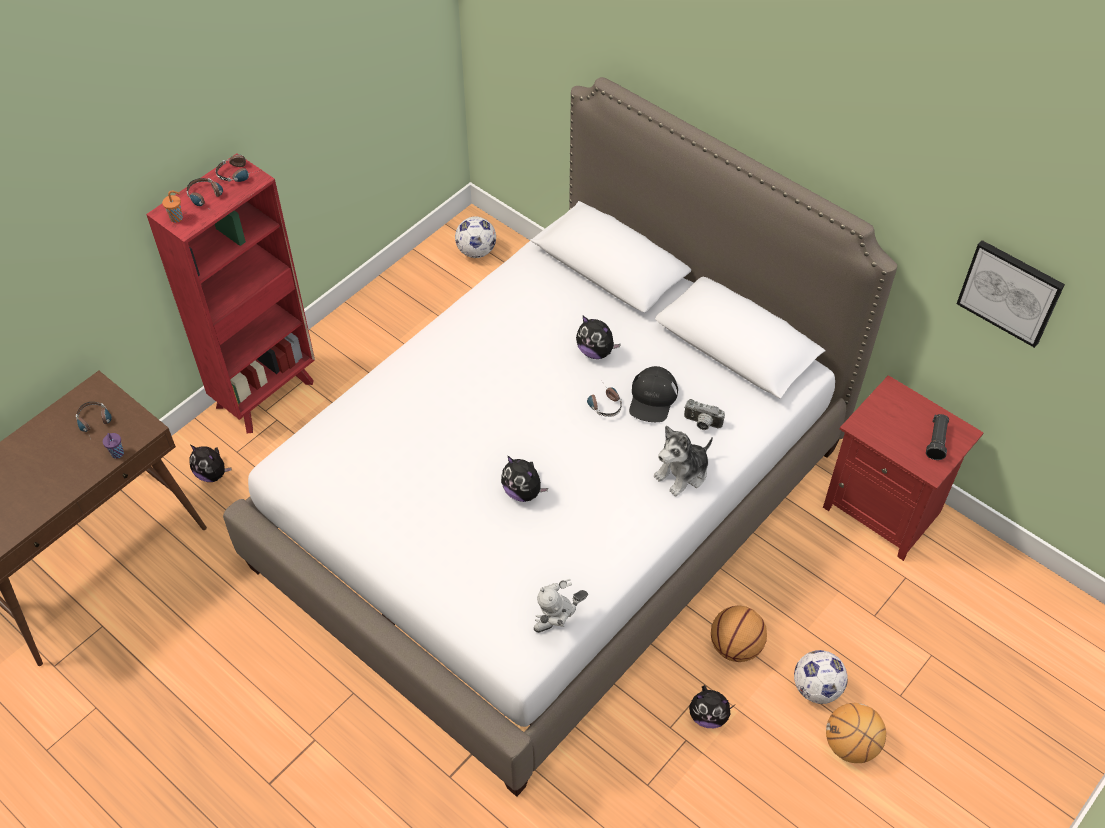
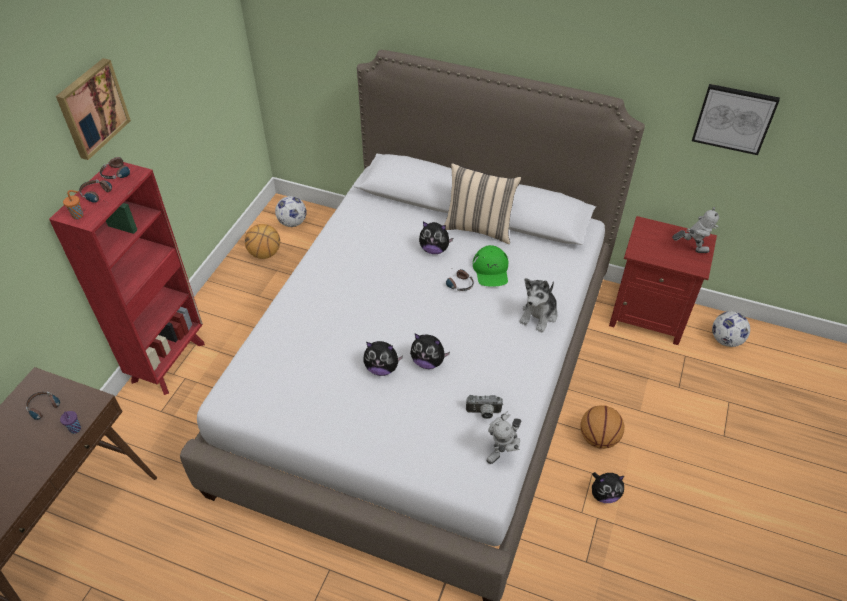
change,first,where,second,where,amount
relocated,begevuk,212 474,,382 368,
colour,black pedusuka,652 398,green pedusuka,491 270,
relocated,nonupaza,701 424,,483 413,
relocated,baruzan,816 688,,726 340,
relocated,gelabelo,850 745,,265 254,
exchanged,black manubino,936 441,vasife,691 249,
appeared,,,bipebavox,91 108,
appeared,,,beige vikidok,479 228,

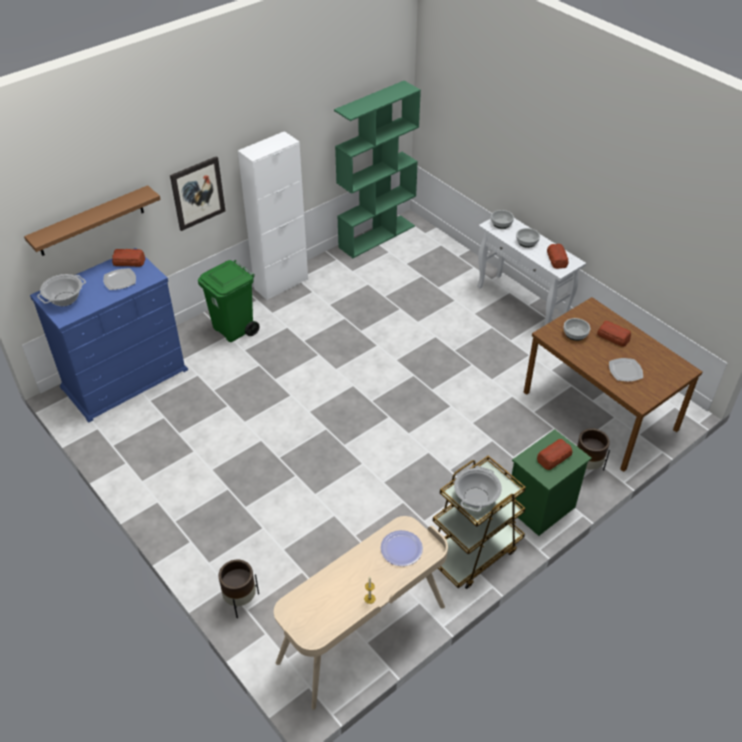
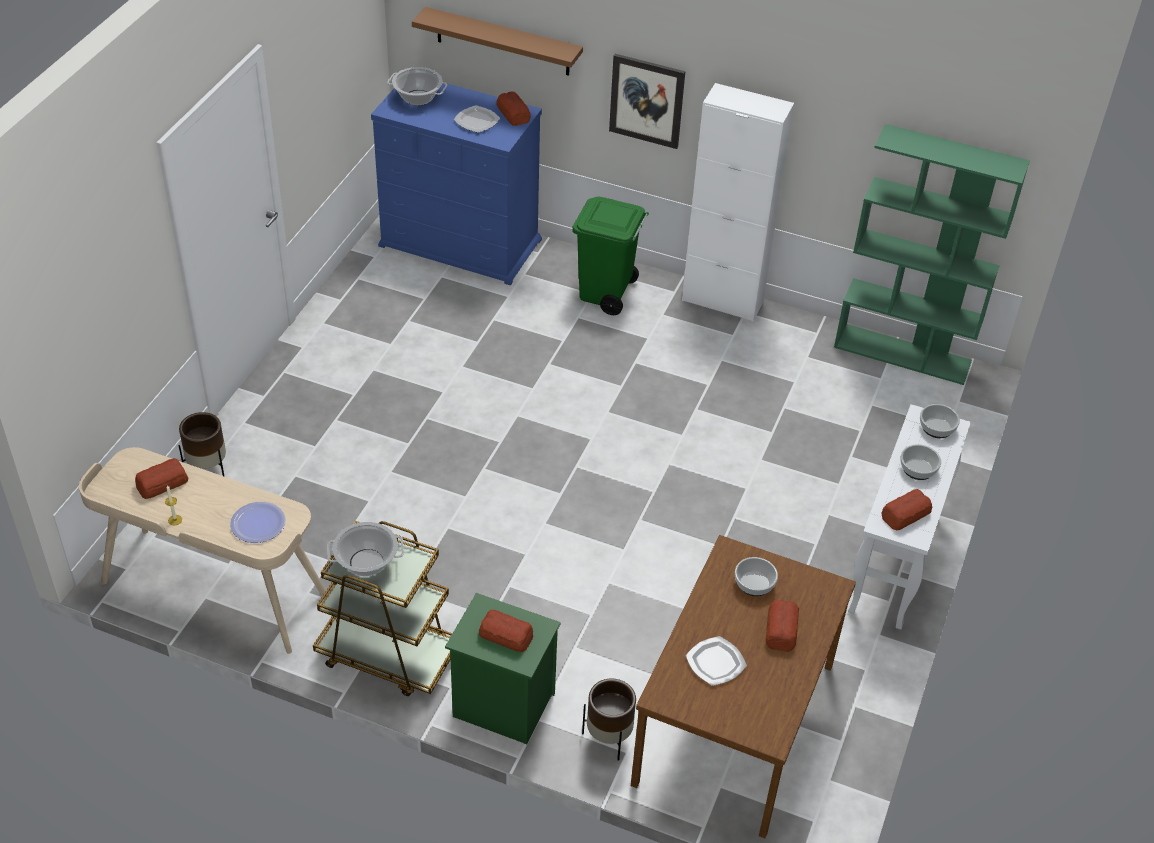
change,first,where,second,where,amount
appeared,,,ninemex,161 483,

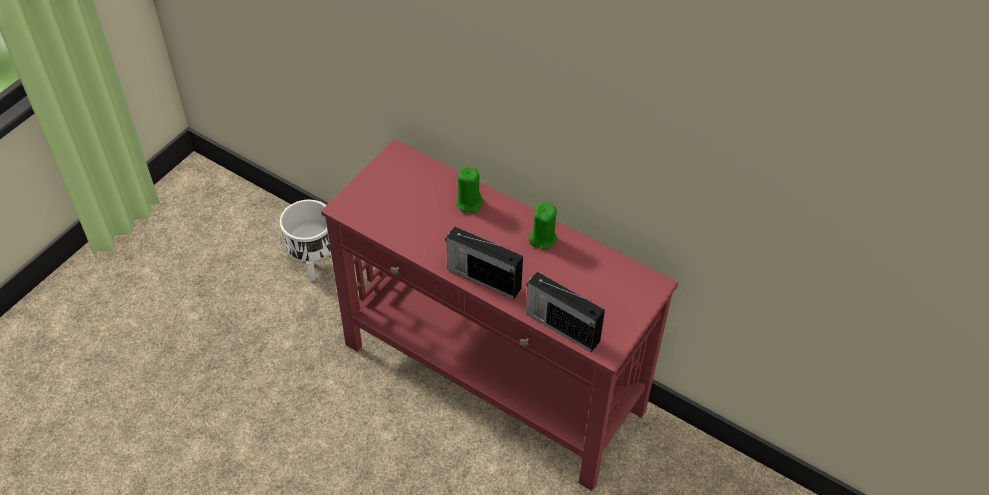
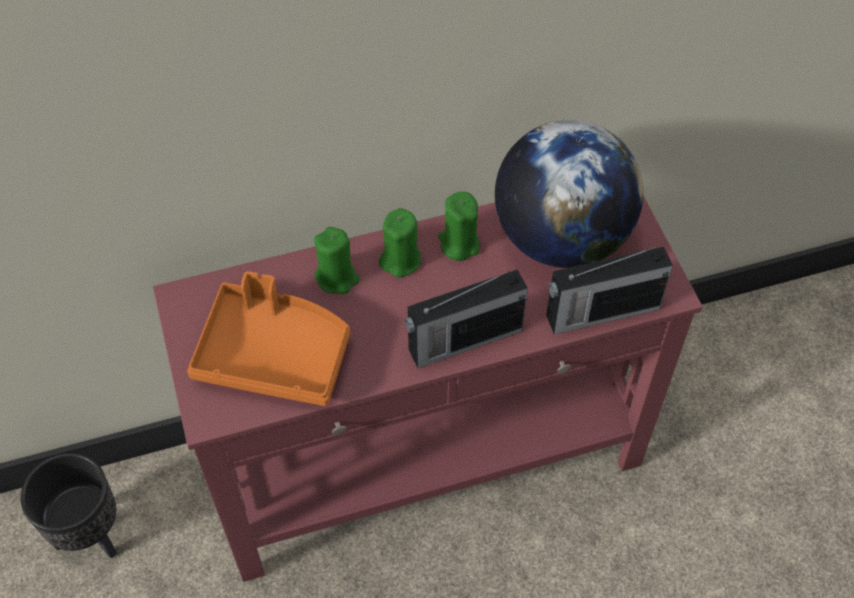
change,first,where,second,where,amount
colour,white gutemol,314 263,black gutemol,91 536,
appeared,,,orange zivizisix,274 354,
appeared,,,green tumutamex,400 260,
appeared,,,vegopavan,561 239,

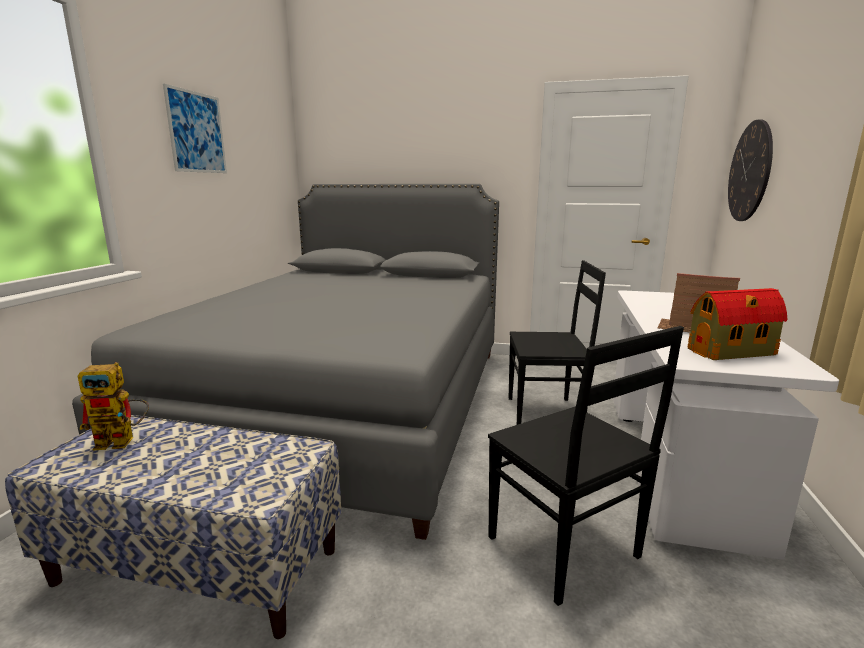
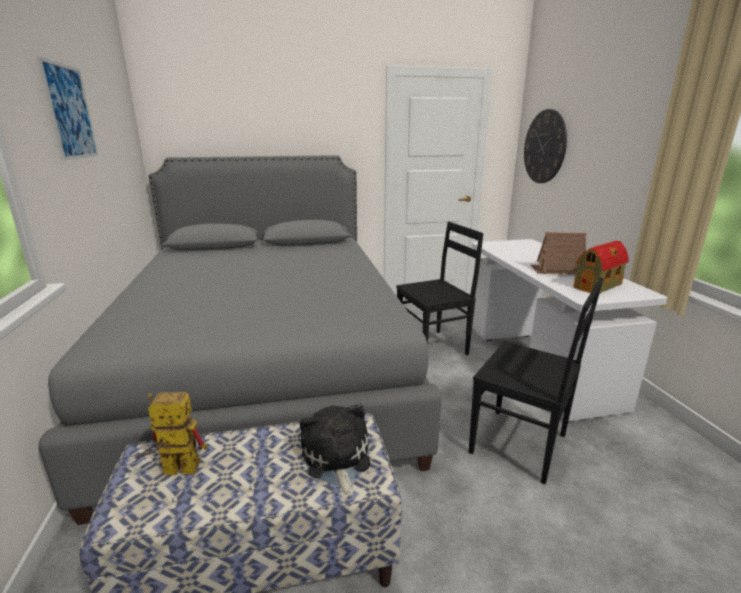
change,first,where,second,where,amount
spun,vasife,123 441,,173 470,150 degrees counterclockwise
appeared,,,begevuk,336 460,

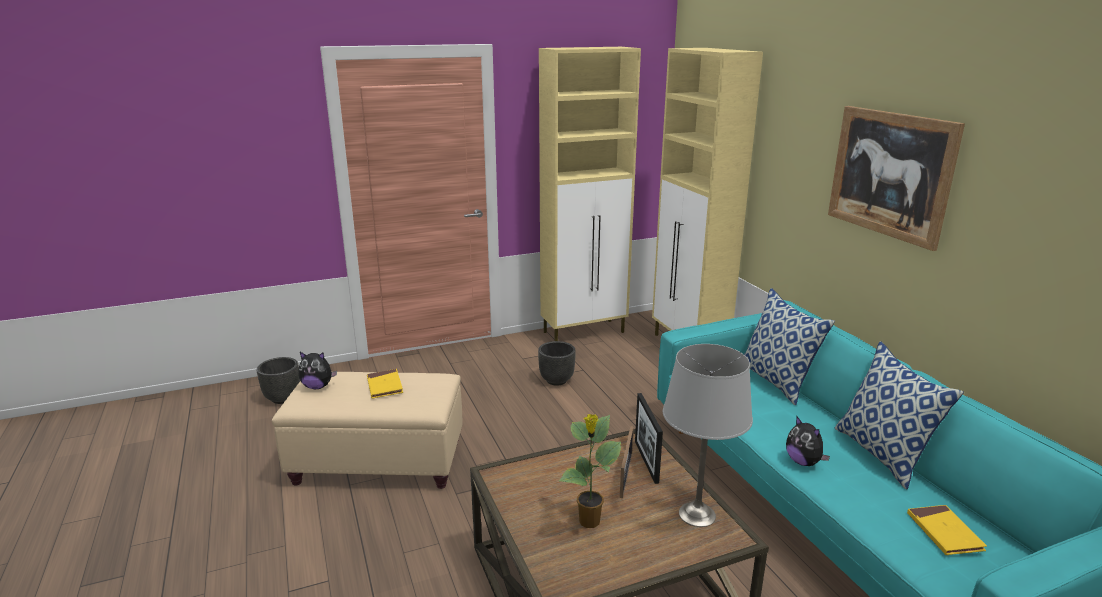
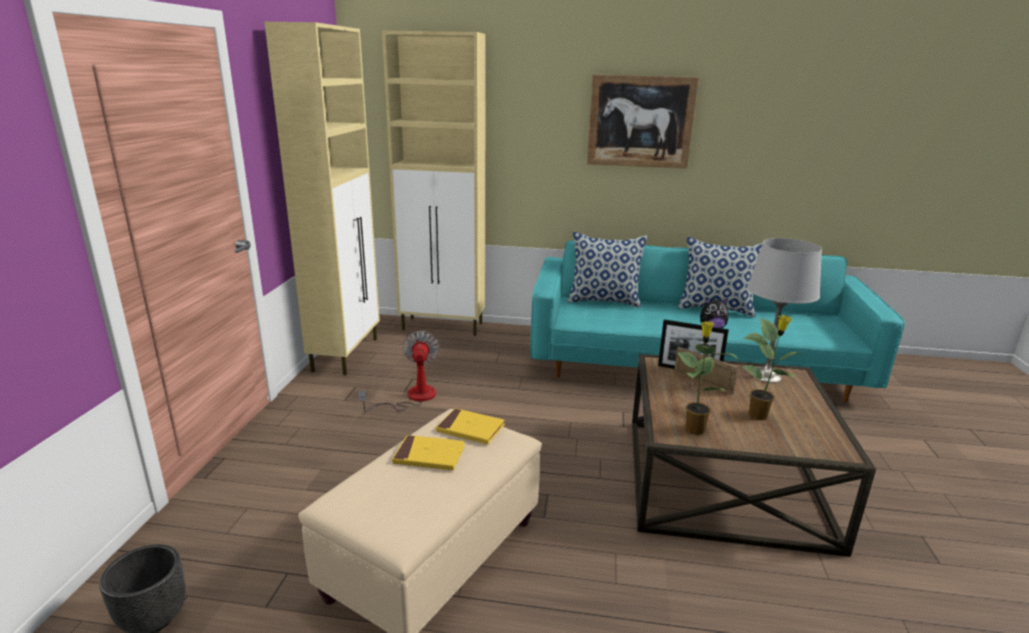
change,first,where,second,where,amount
missing,begevuk,318 386,,,
exchanged,black gutemol,556 380,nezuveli,412 397,
relocated,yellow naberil,944 532,,470 429,
appeared,,,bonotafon,694 428,

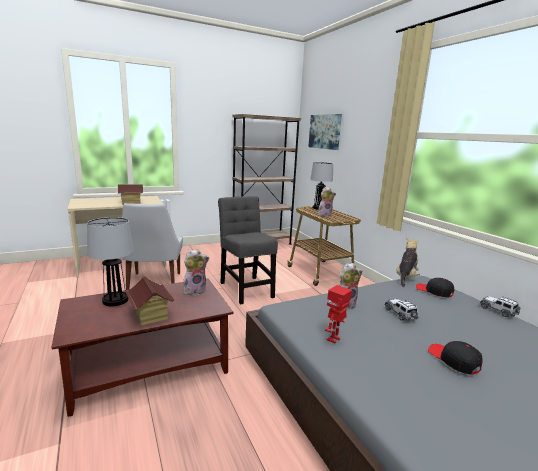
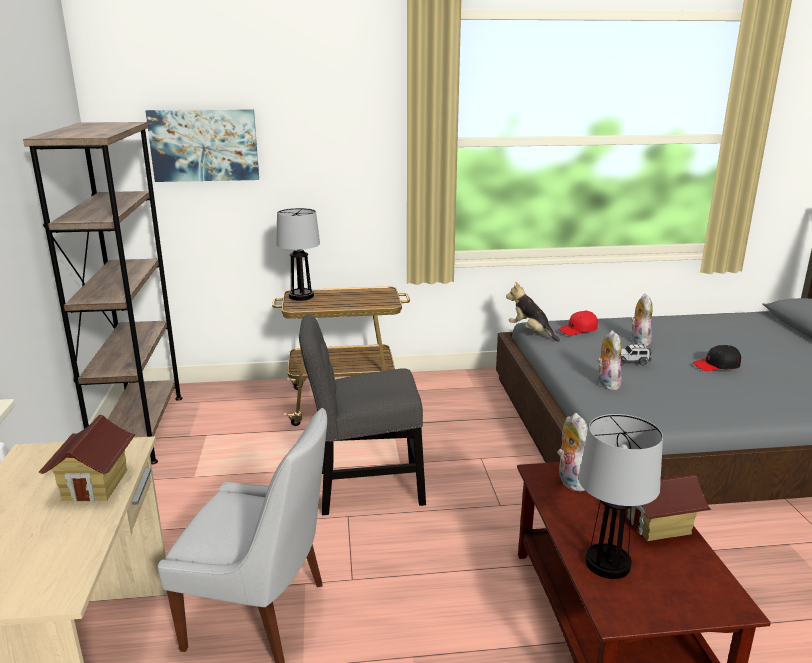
change,first,where,second,where,amount
relocated,begevuk,325 215,,638 341,
missing,vasife,334 339,,,
colour,black pedusuka,434 291,red pedusuka,578 329,
missing,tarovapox,498 311,,,

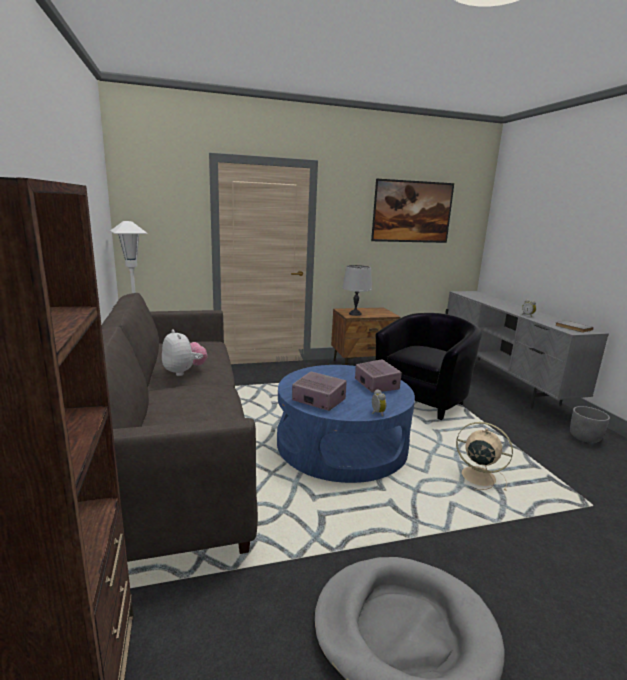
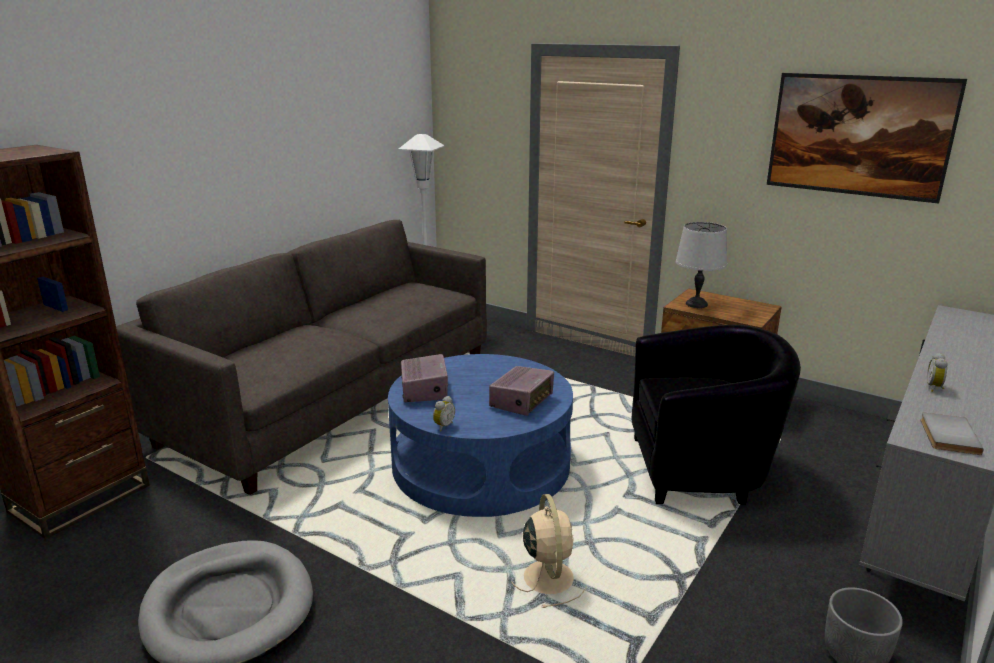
change,first,where,second,where,amount
missing,begevuk,184 372,,,

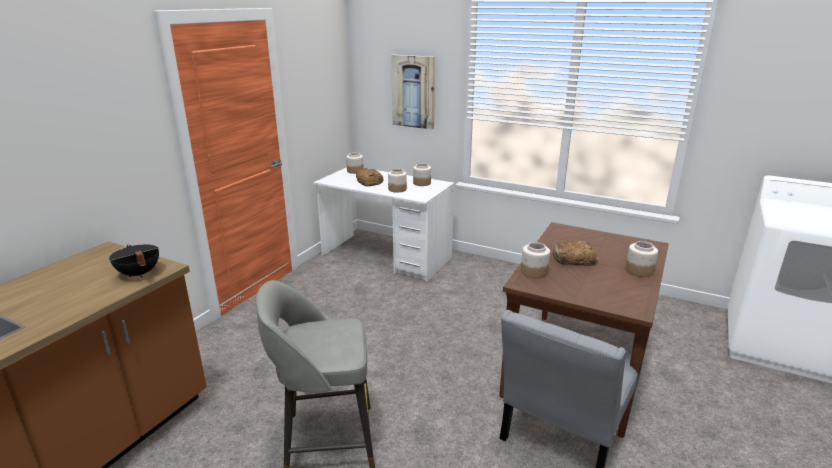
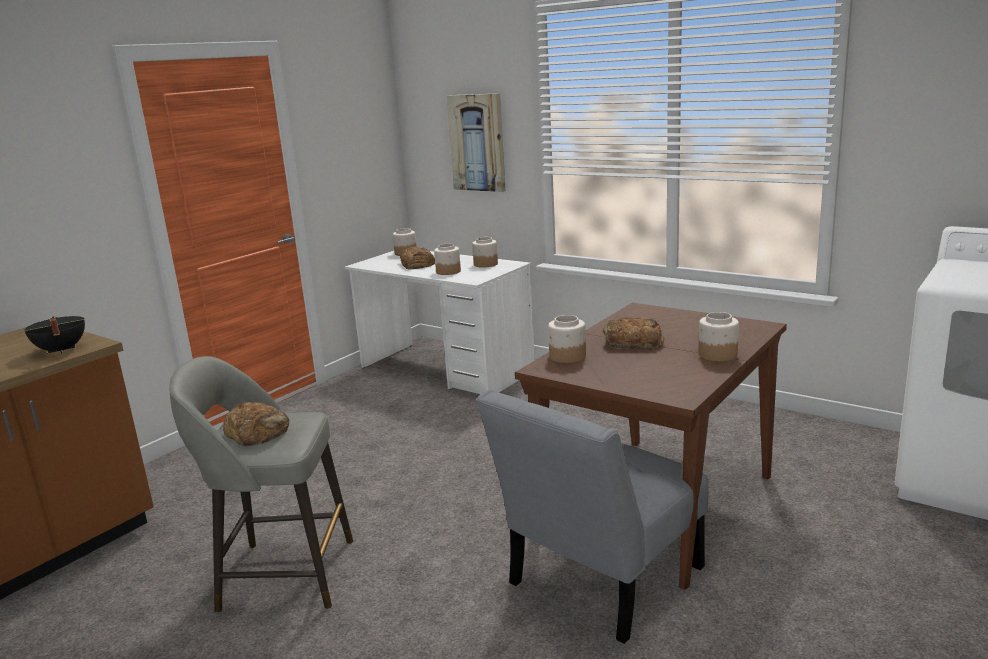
change,first,where,second,where,amount
appeared,,,ninemex,258 431,

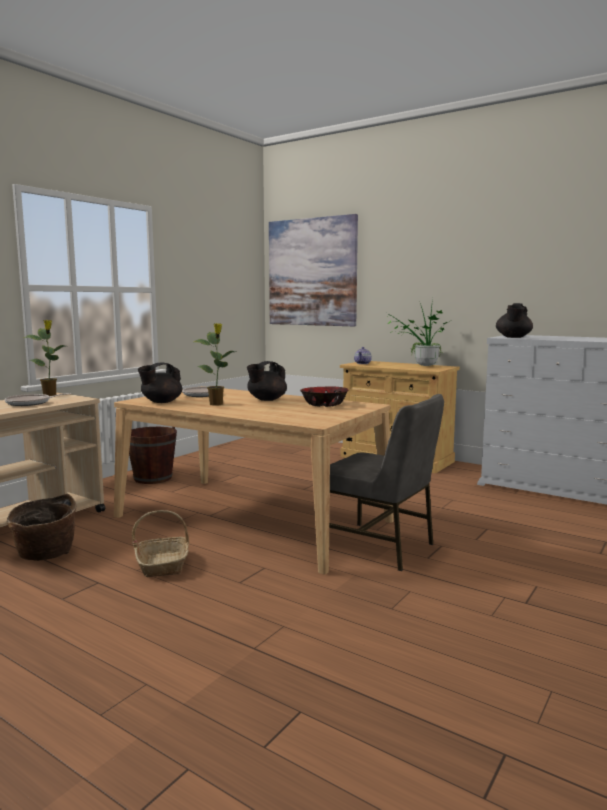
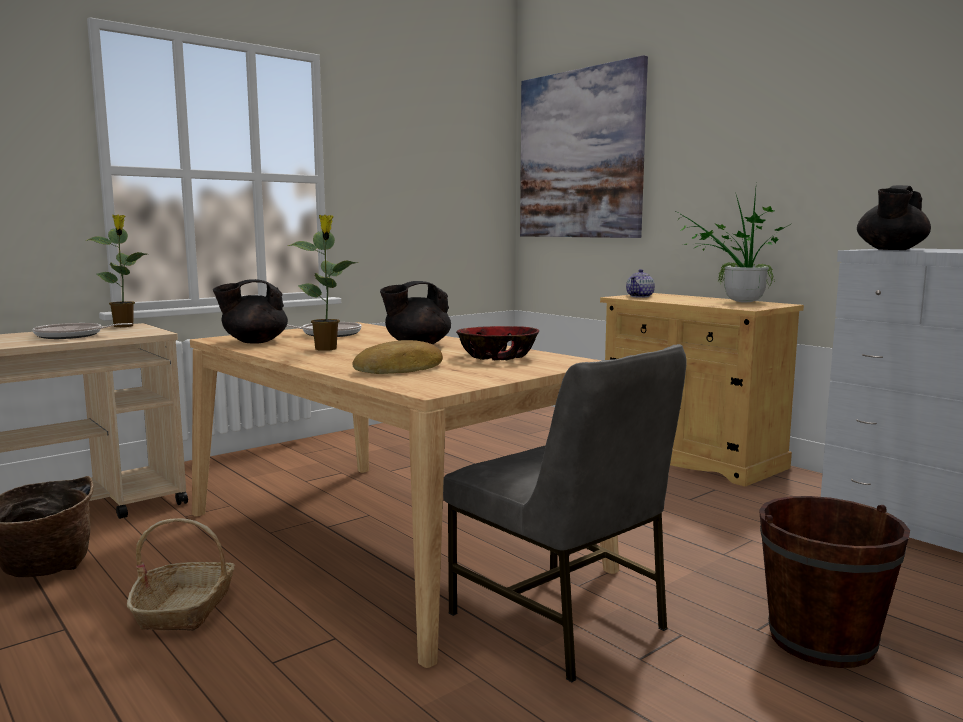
change,first,where,second,where,amount
relocated,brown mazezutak,153 478,,822 640,
appeared,,,ninemex,401 369,

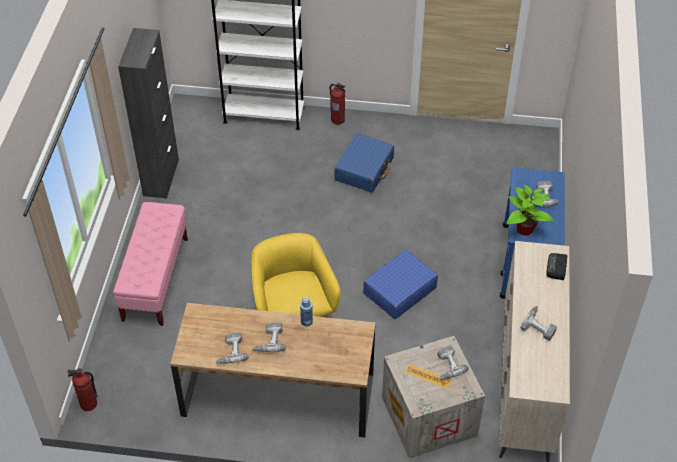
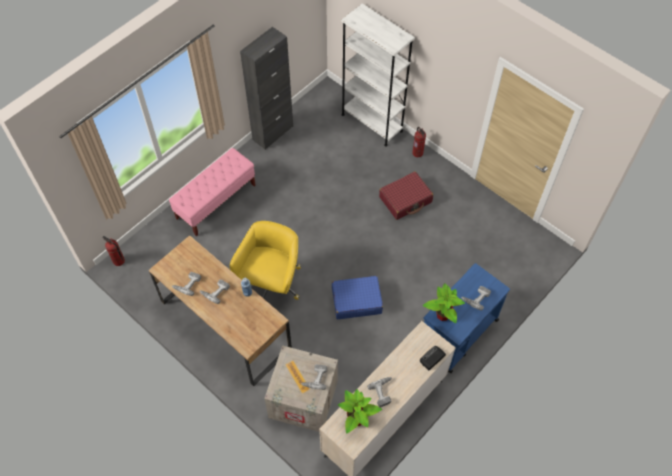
change,first,where,second,where,amount
colour,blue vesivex,364 169,red vesivex,405 200,
appeared,,,bonotafon,356 420,

